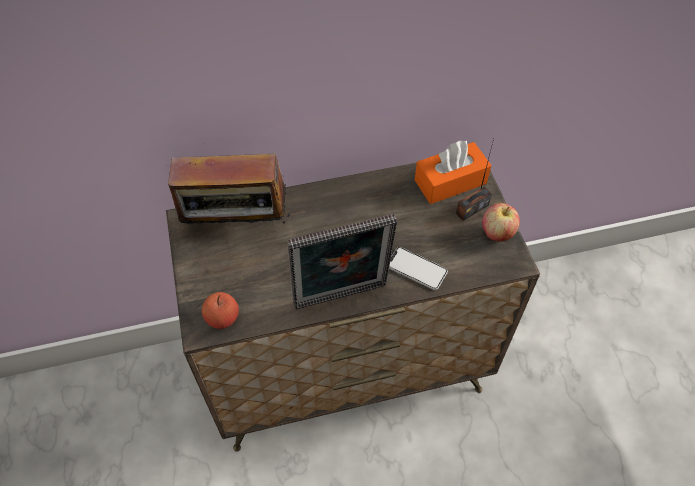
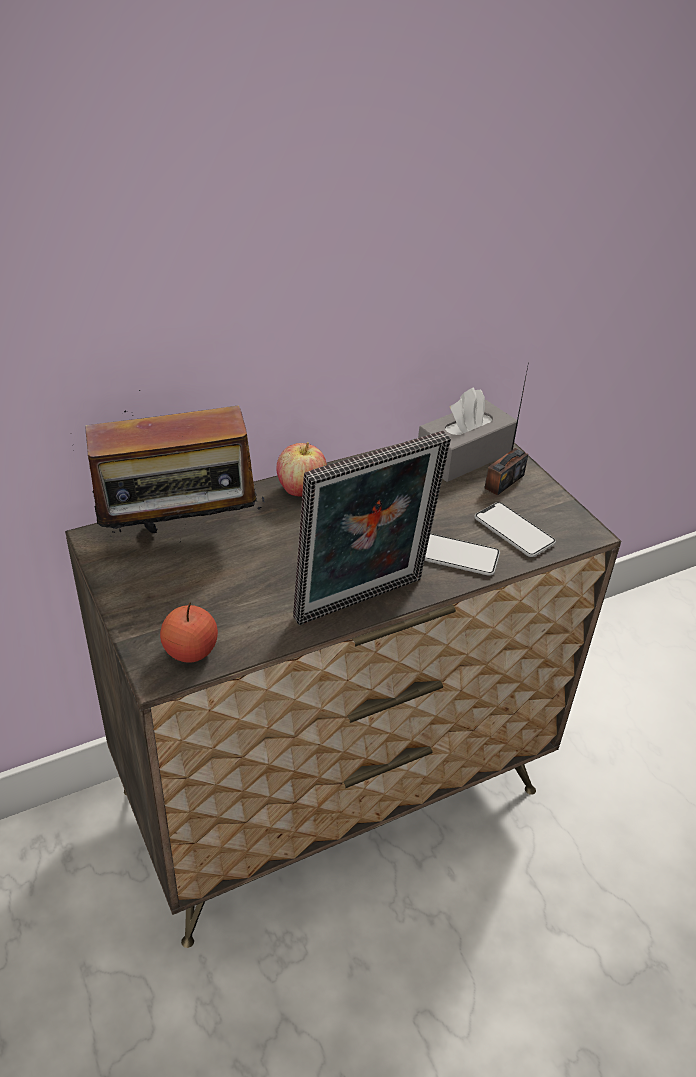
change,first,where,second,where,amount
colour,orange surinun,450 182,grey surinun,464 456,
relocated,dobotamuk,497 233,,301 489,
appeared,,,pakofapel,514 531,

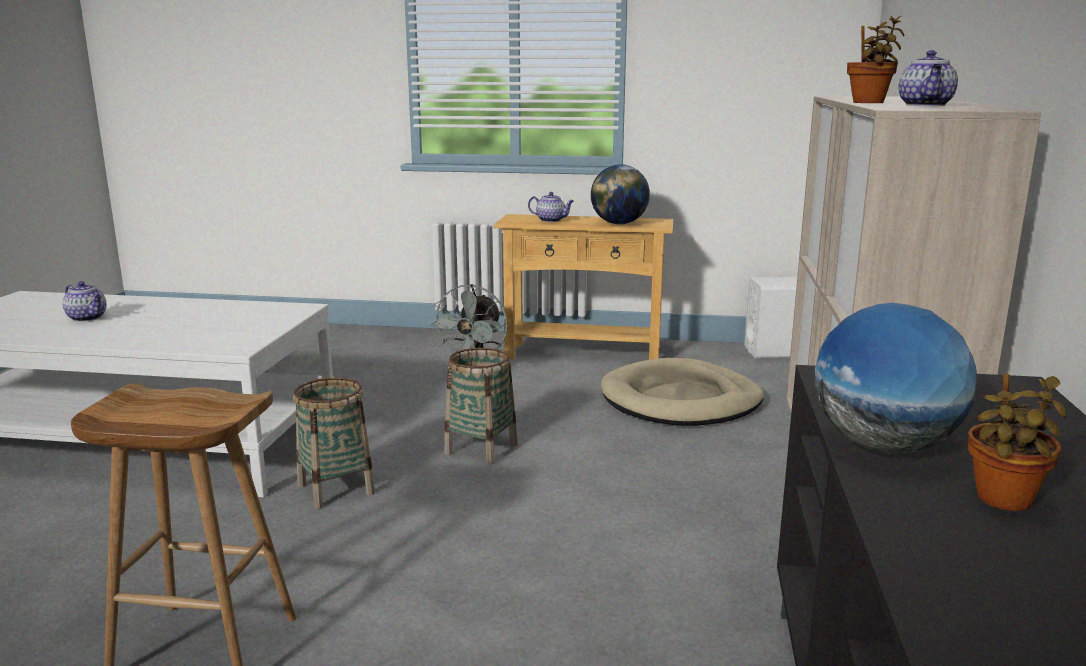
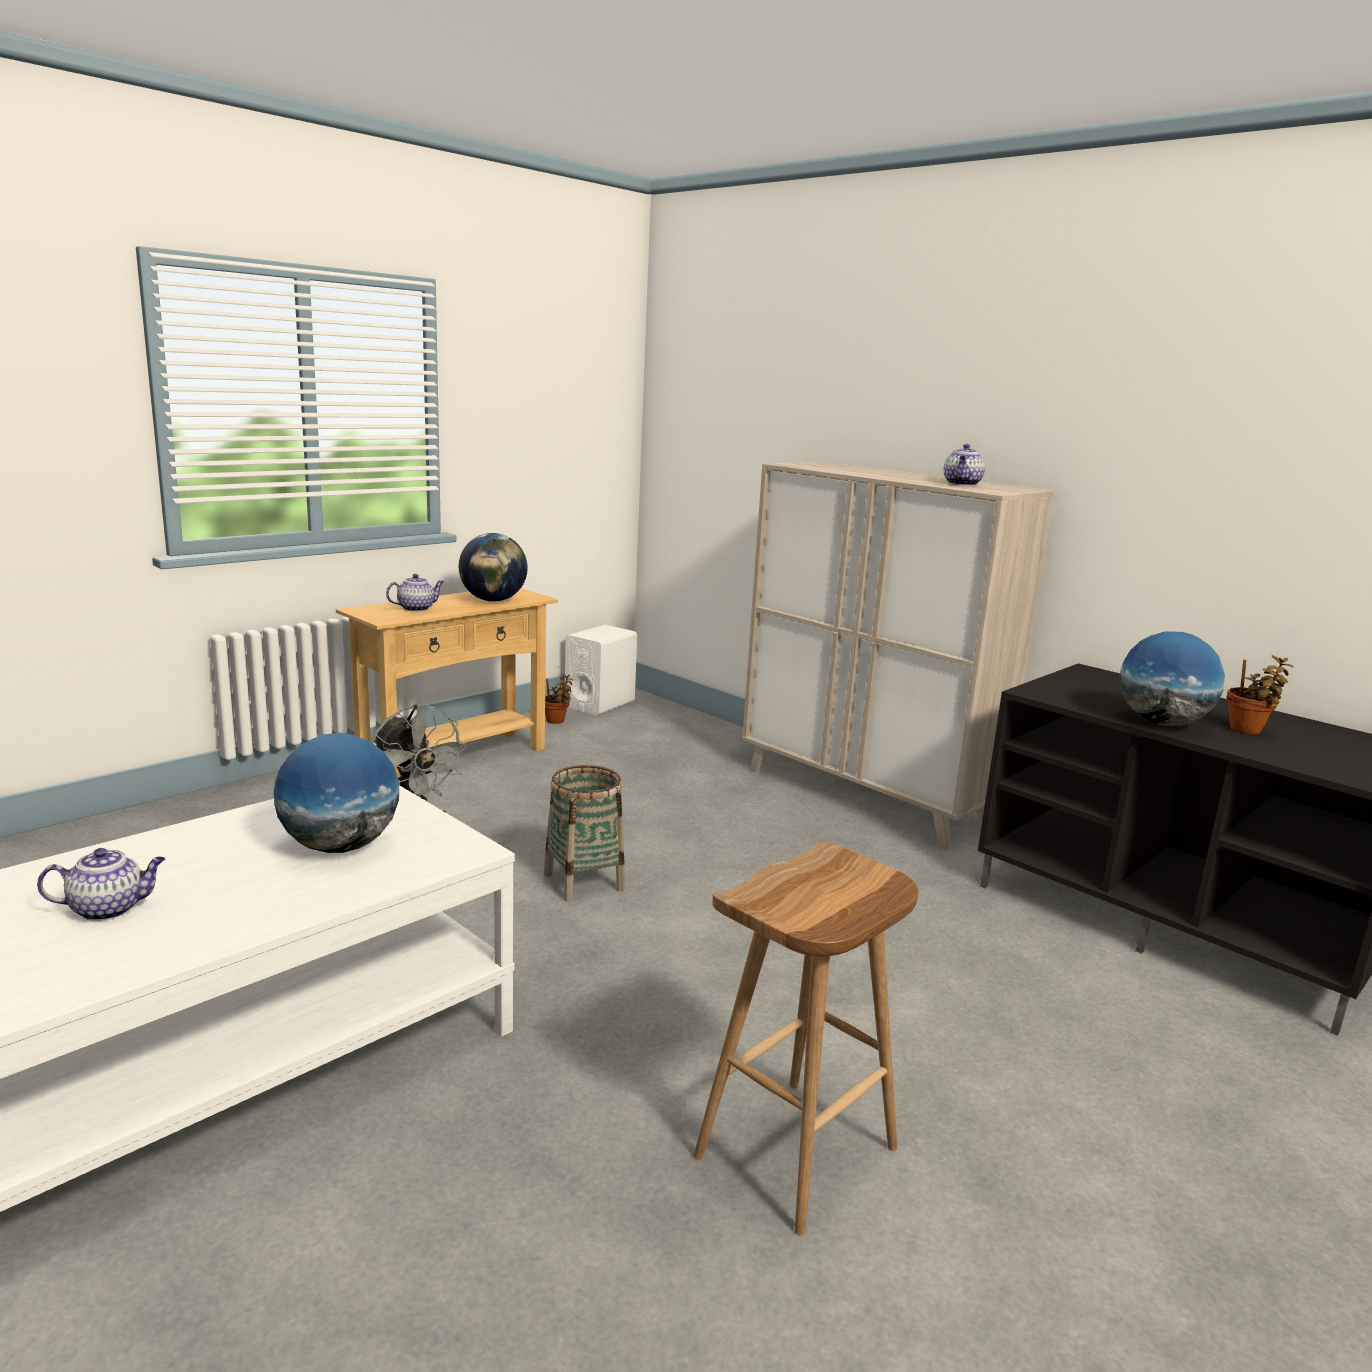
change,first,where,second,where,amount
missing,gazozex,336 489,,,
missing,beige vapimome,681 400,,,
relocated,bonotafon,869 102,,556 721,
spun,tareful,926 105,,962 484,60 degrees clockwise
appeared,,,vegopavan,341 846,

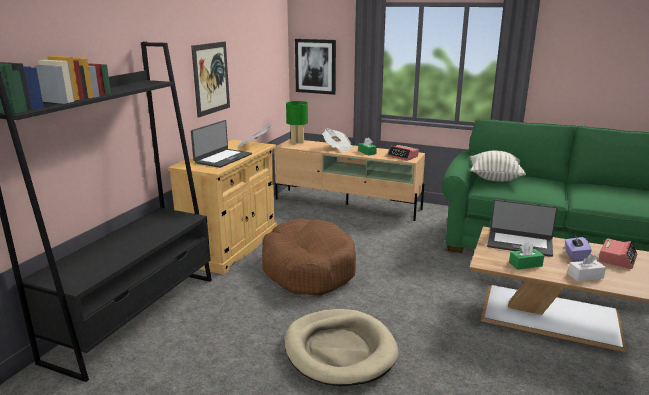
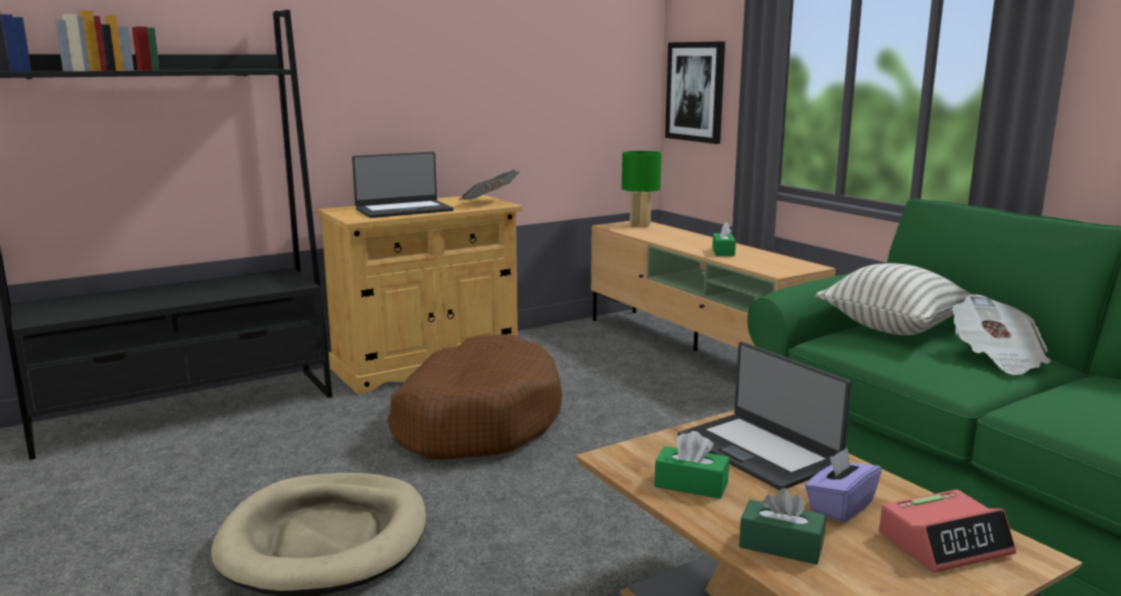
change,first,where,second,where,amount
missing,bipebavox,211 78,,,
relocated,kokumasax,337 148,,996 358,
missing,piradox,403 156,,,
colour,white surinun,585 276,green surinun,781 545,

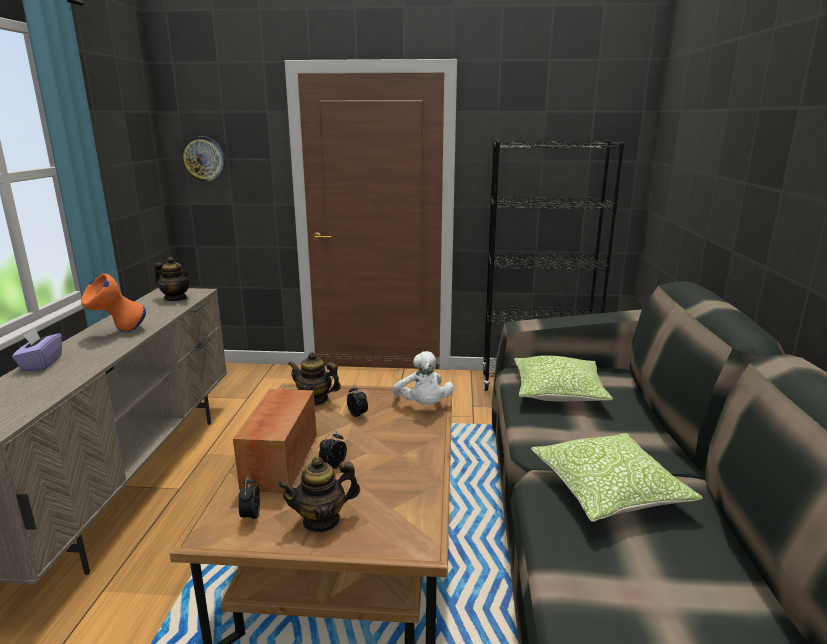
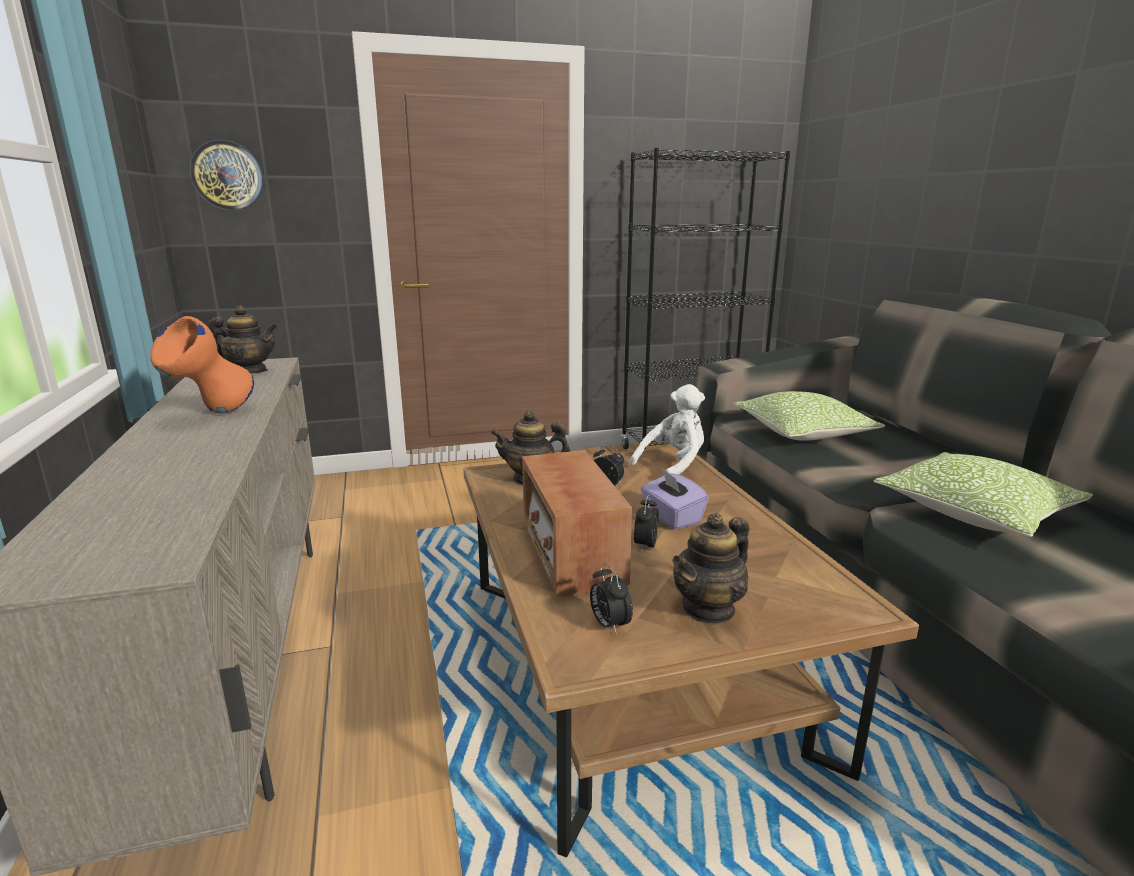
change,first,where,second,where,amount
relocated,purple surinun,41 363,,671 517,
spun,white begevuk,423 406,,673 466,90 degrees counterclockwise

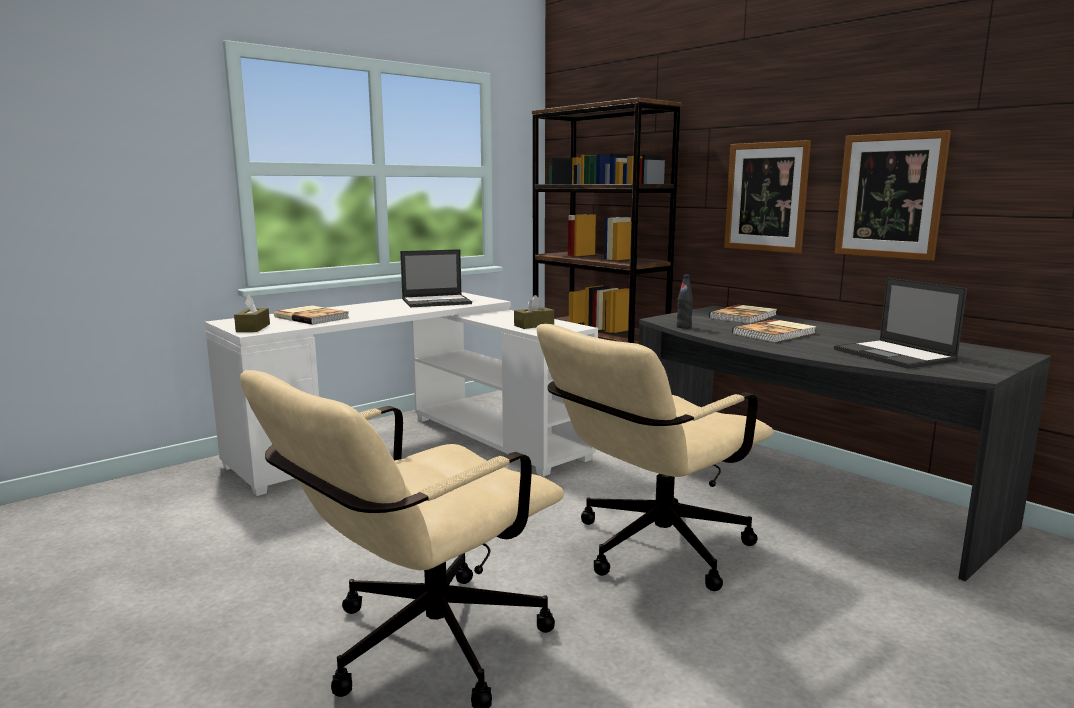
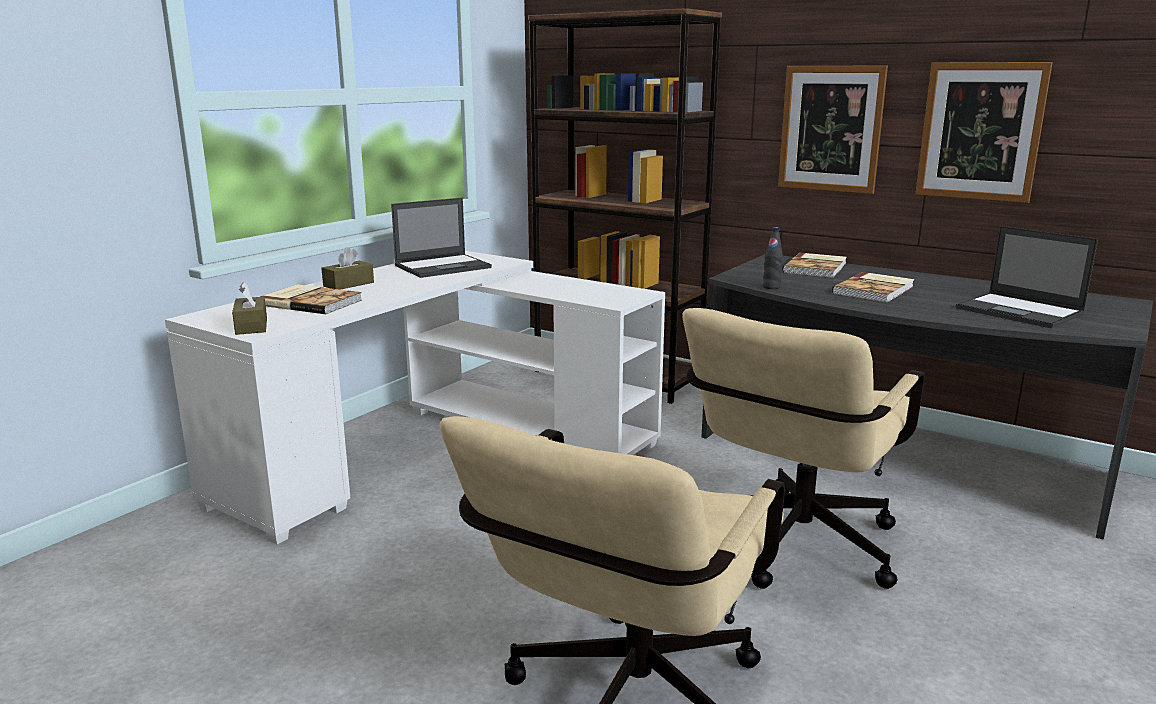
change,first,where,second,where,amount
relocated,brown surinun,534 325,,348 284,

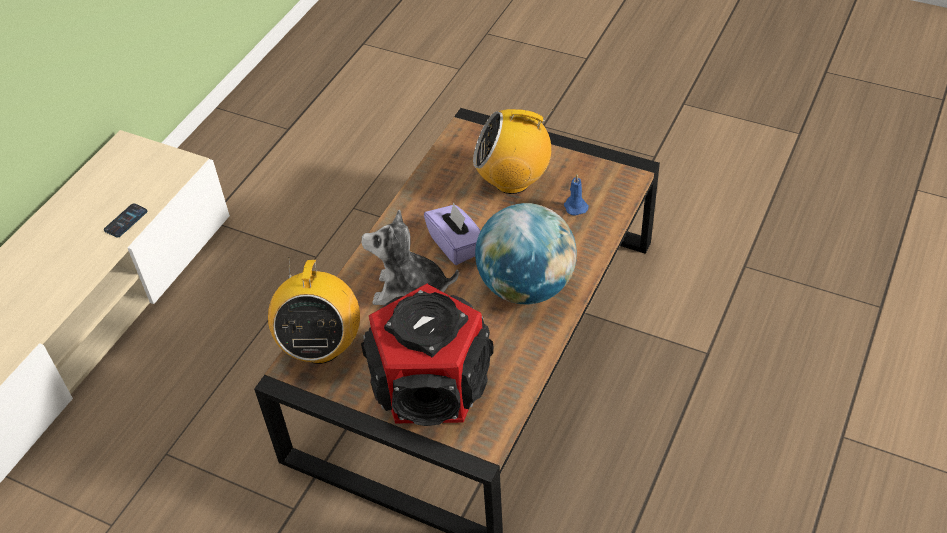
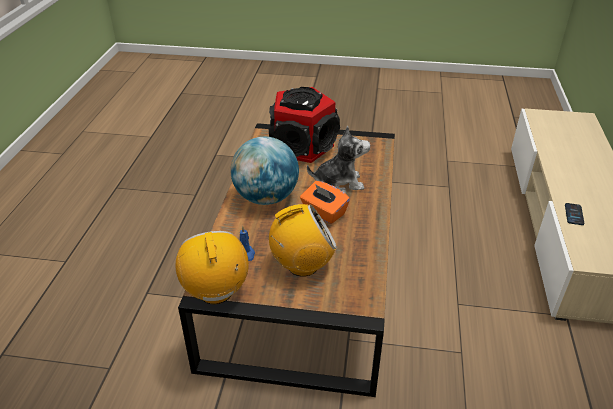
change,first,where,second,where,amount
relocated,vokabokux,321 346,,216 292,
colour,purple surinun,456 245,orange surinun,324 213,

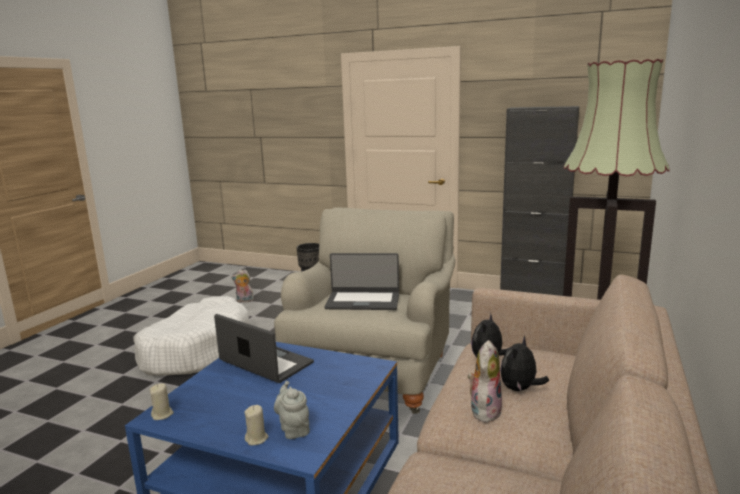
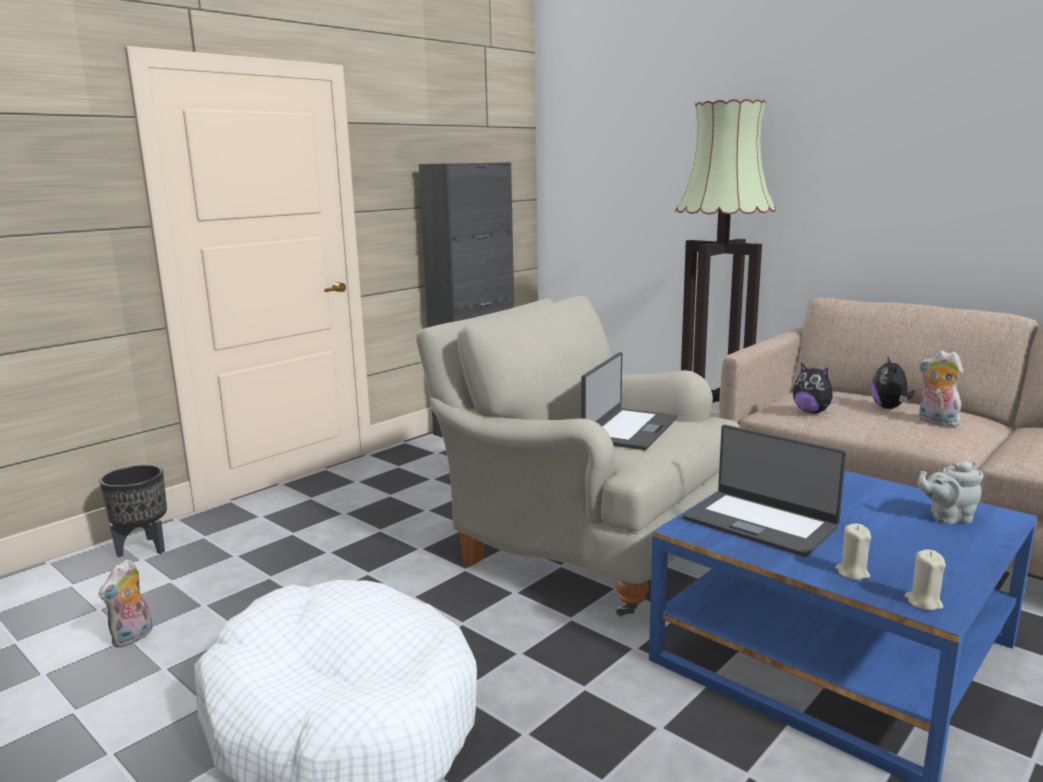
change,first,where,second,where,amount
spun,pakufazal,265 363,,760 522,105 degrees counterclockwise
relocated,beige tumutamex,257 439,,852 573,
spun,begevuk,520 389,,889 408,45 degrees clockwise

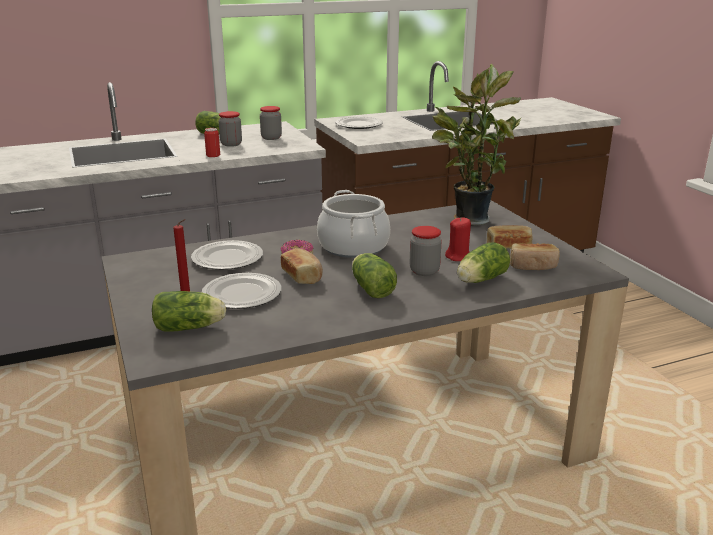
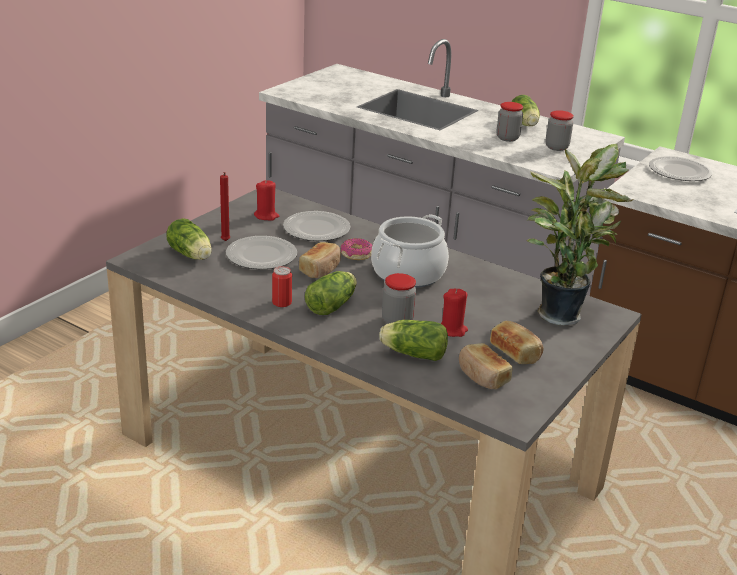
change,first,where,second,where,amount
relocated,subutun,213 155,,282 302,
appeared,,,red tumutamex,266 216,

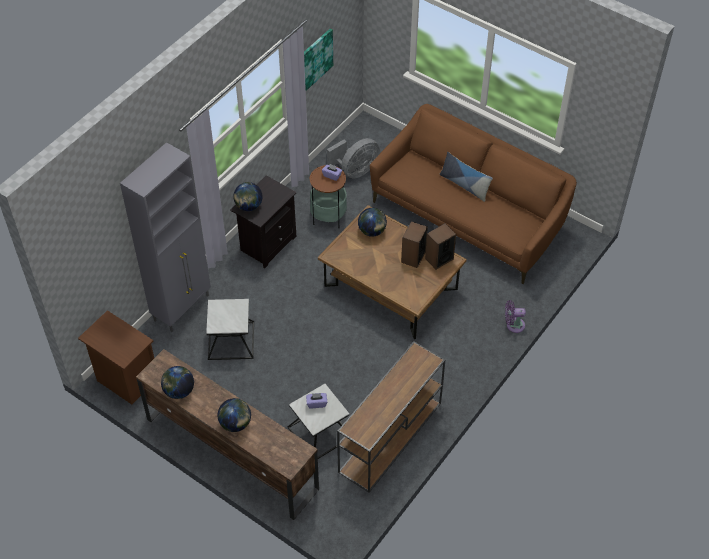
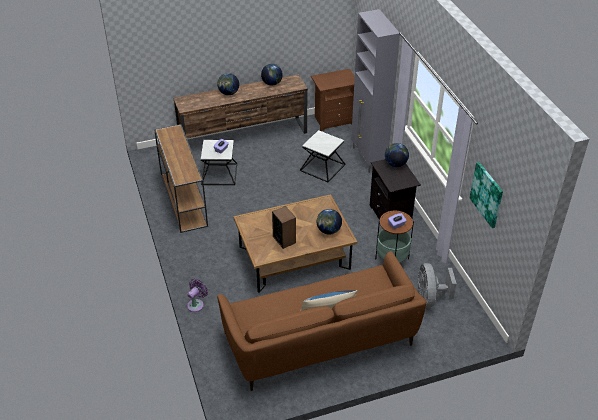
change,first,where,second,where,amount
missing,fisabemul,439 258,,,

